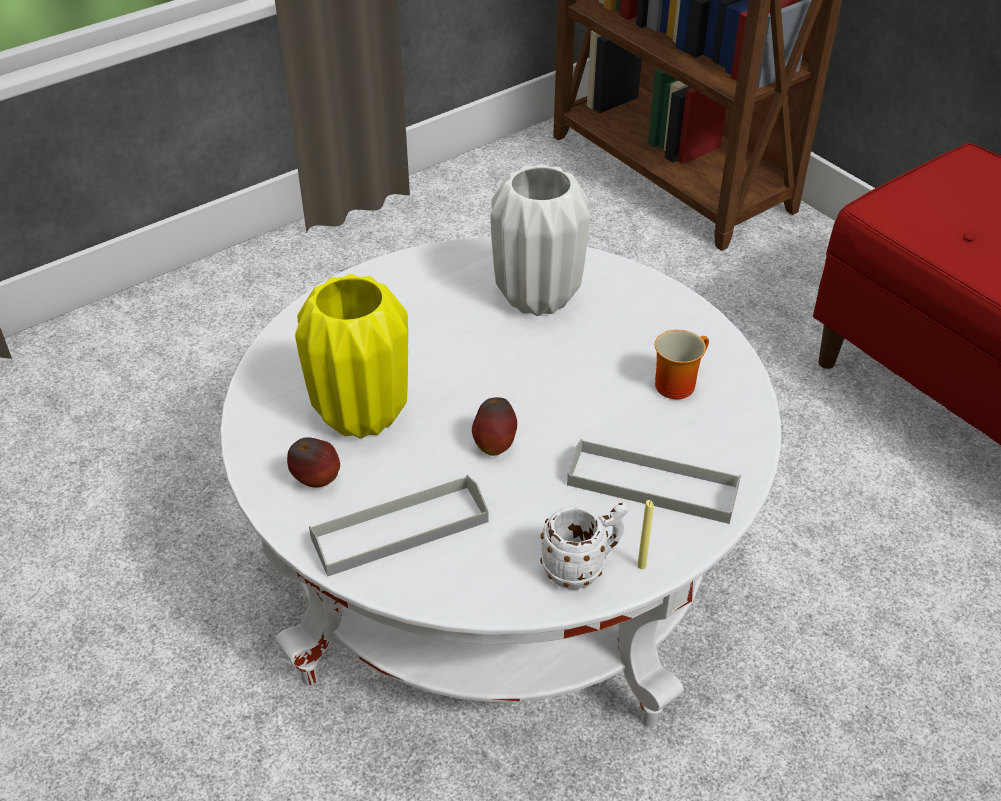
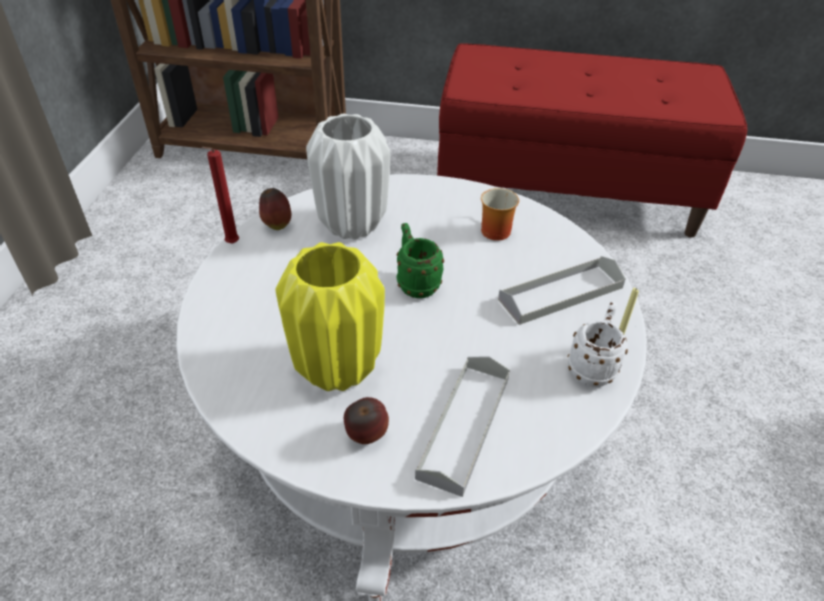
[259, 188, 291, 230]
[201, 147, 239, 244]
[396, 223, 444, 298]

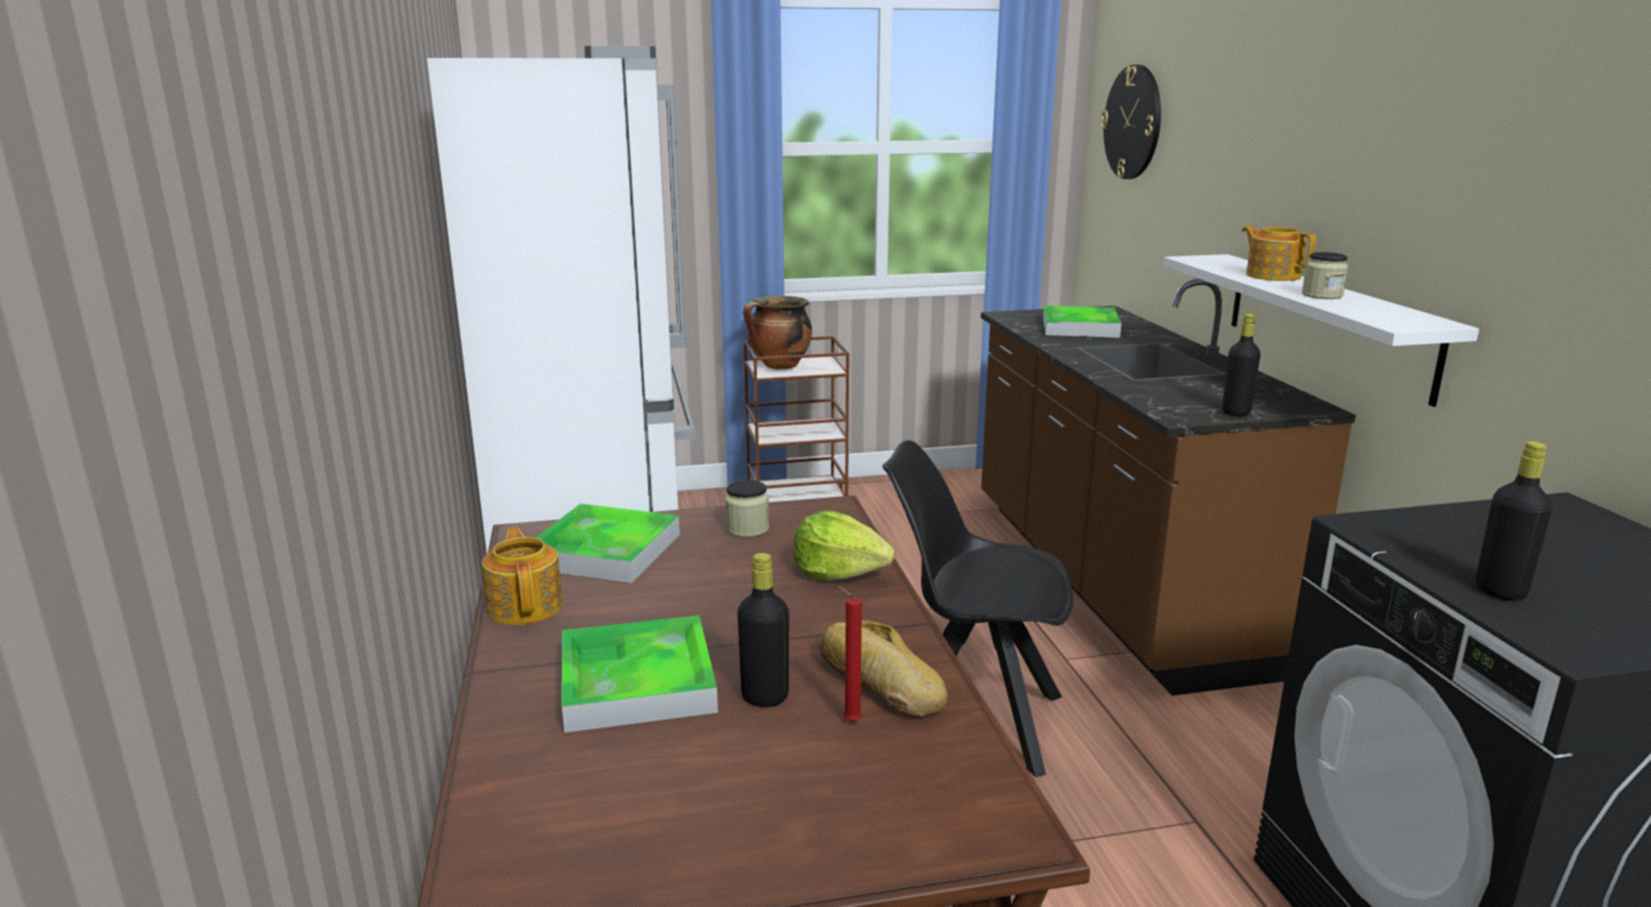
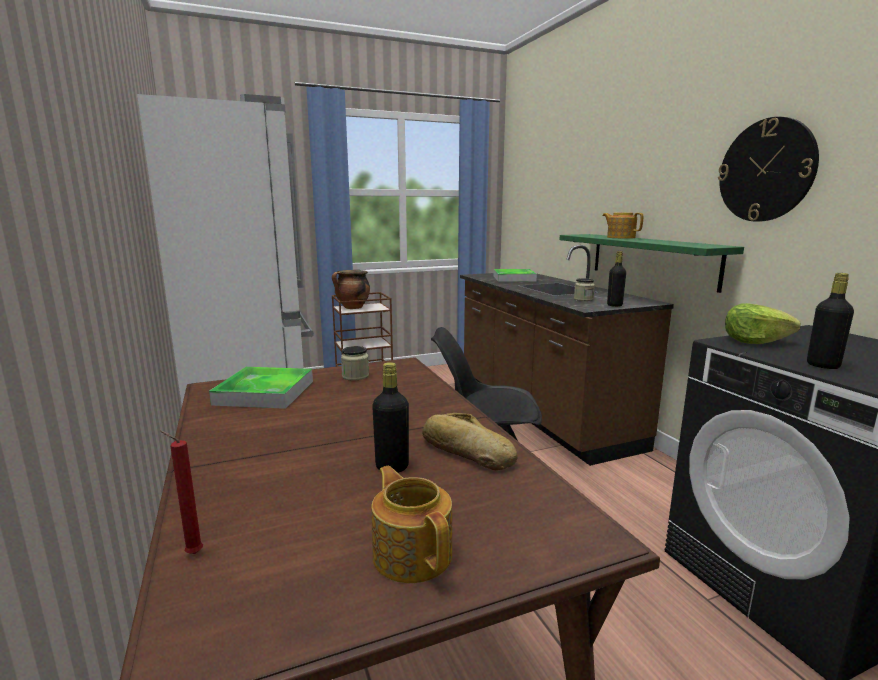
[718, 117, 819, 222]
[574, 278, 595, 301]
[559, 234, 744, 293]
[725, 303, 801, 344]
[371, 466, 452, 583]
[160, 431, 203, 554]
[562, 615, 718, 733] (first image)

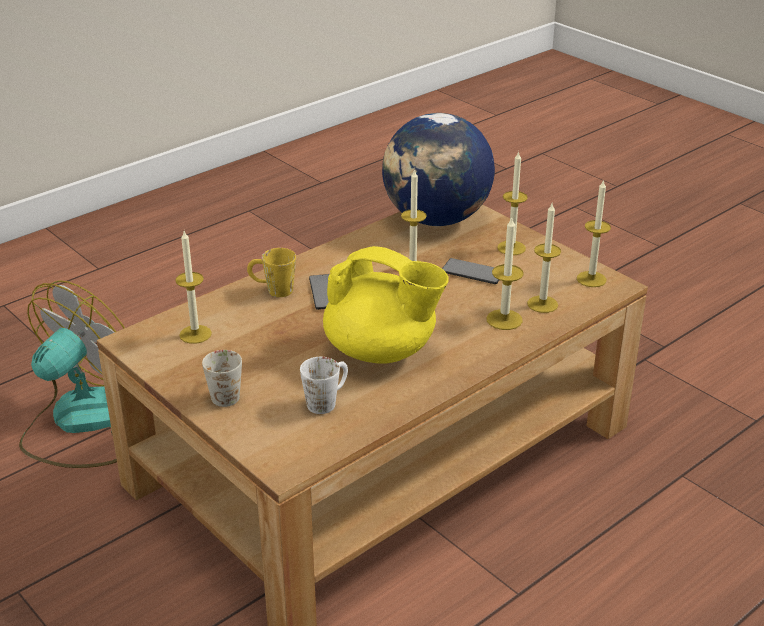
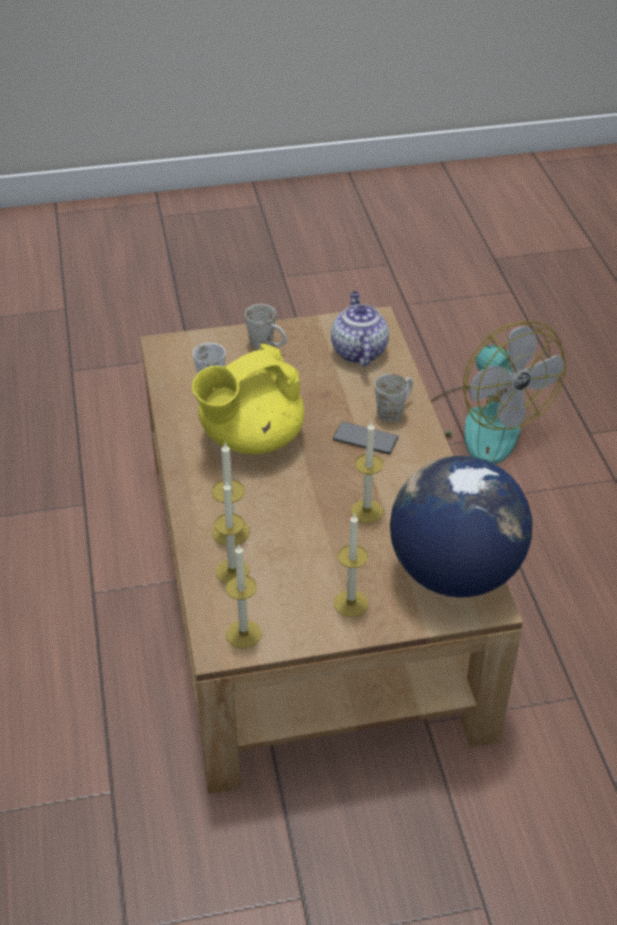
[331, 291, 389, 366]
[375, 373, 413, 422]
[442, 258, 499, 284] (first image)

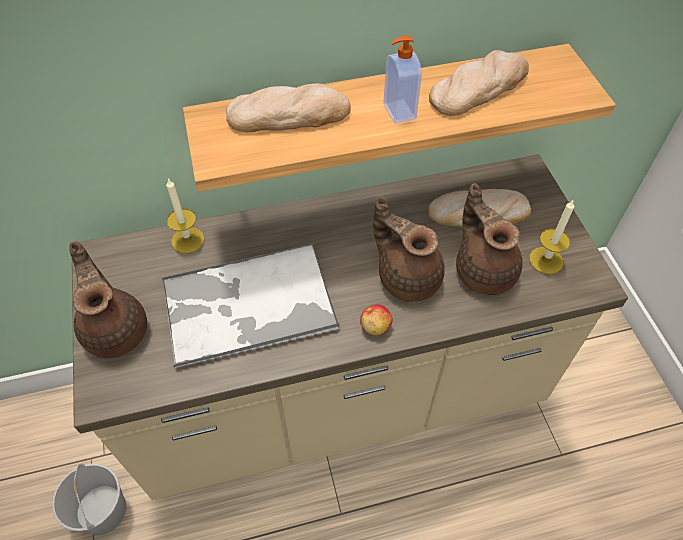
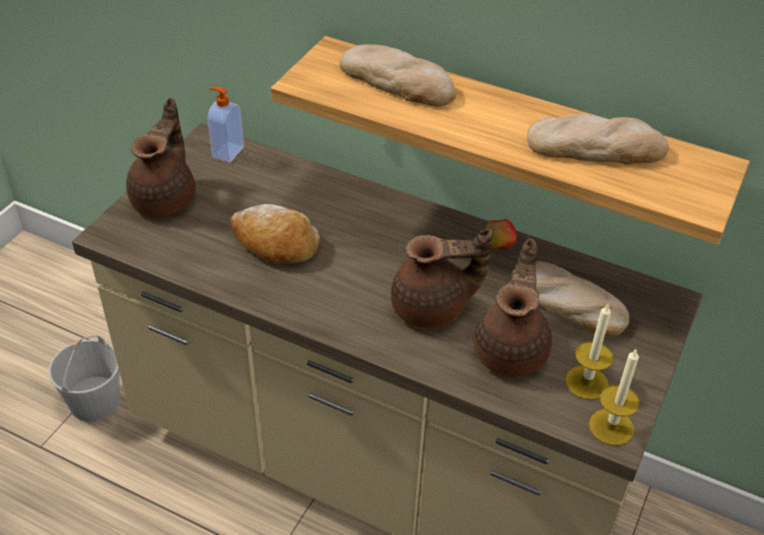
[207, 87, 244, 163]
[589, 348, 640, 446]
[391, 229, 493, 328]
[231, 204, 321, 263]
[485, 219, 517, 249]

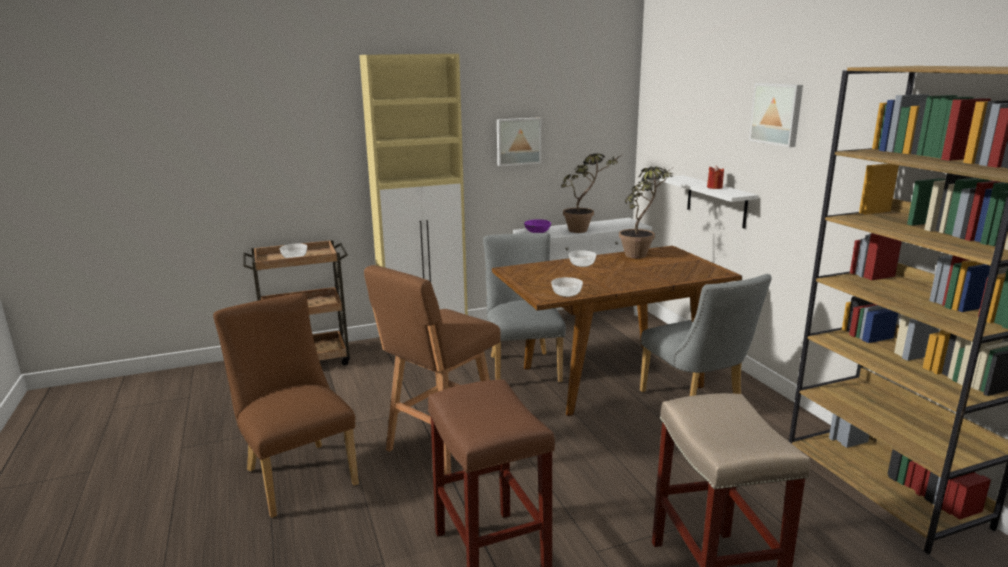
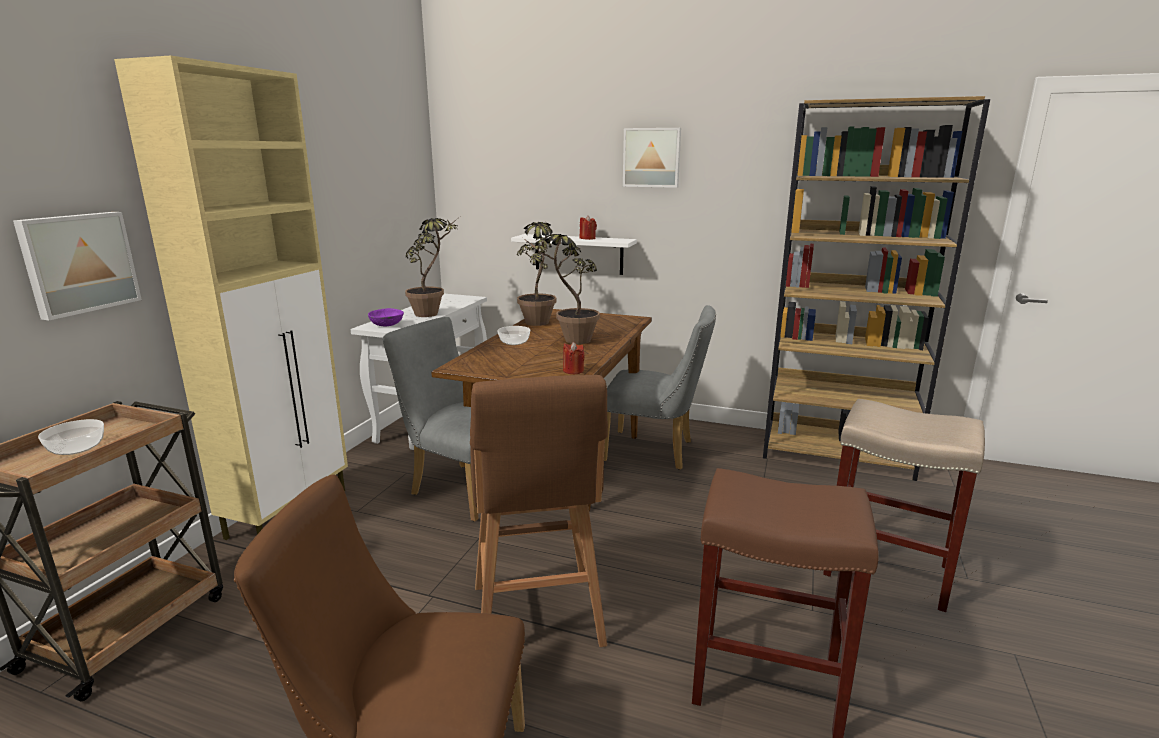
[13, 212, 142, 320]
[563, 342, 585, 374]
[523, 234, 600, 344]

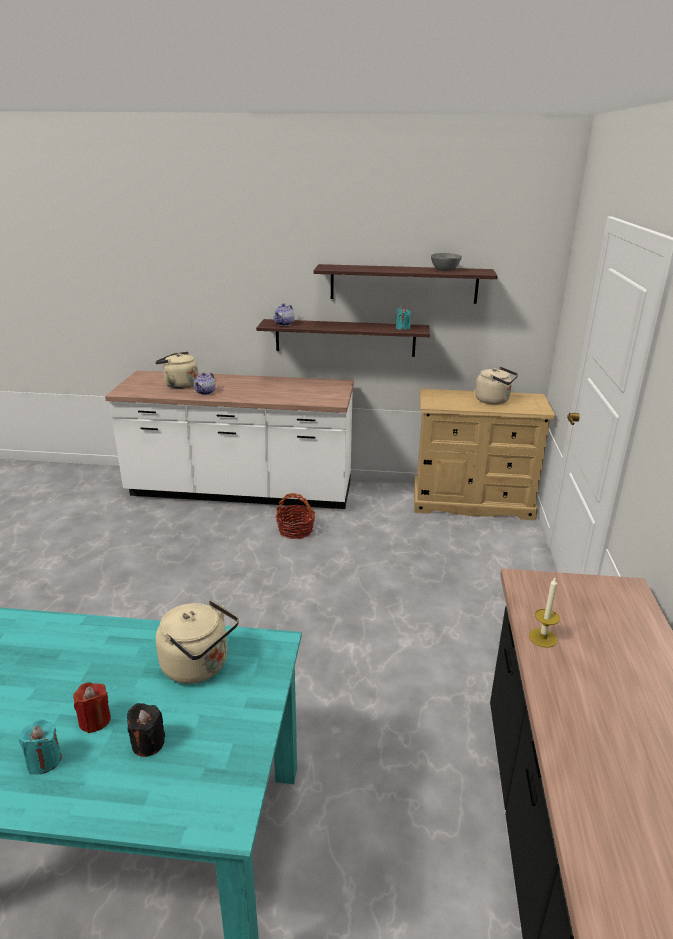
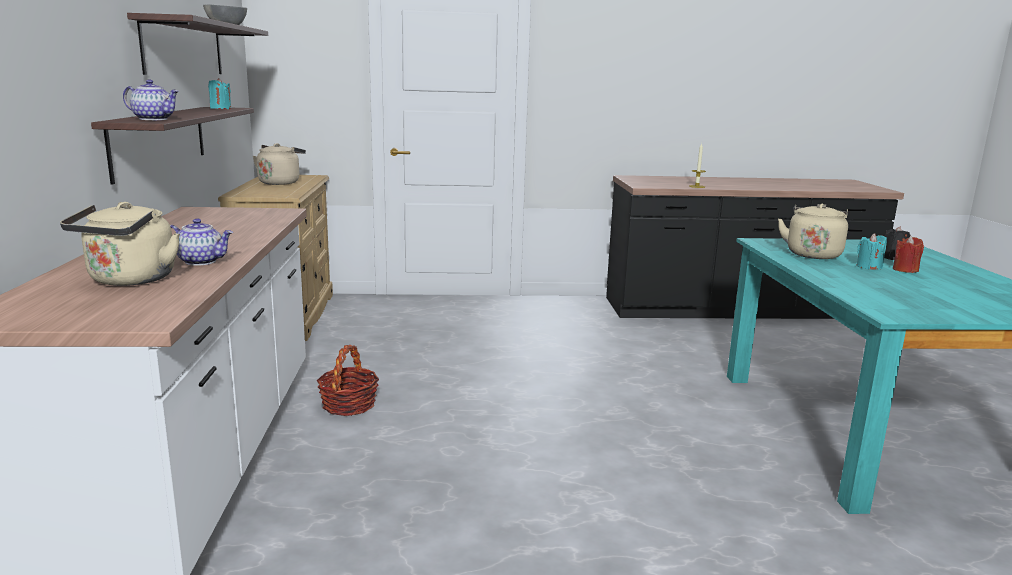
[857, 233, 887, 270]

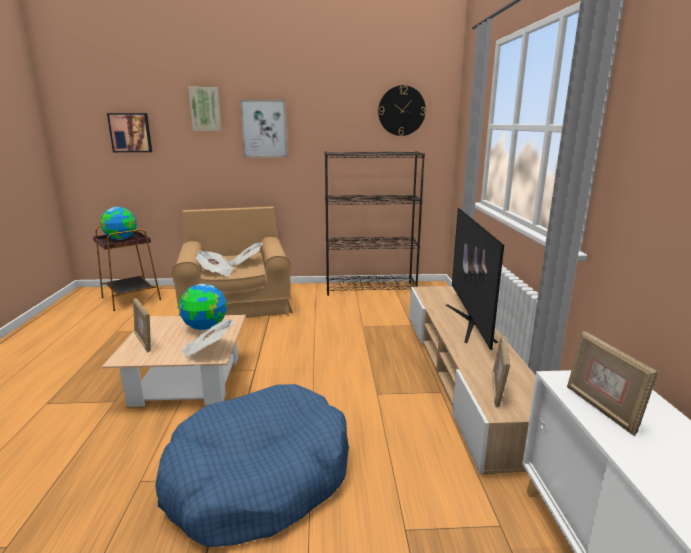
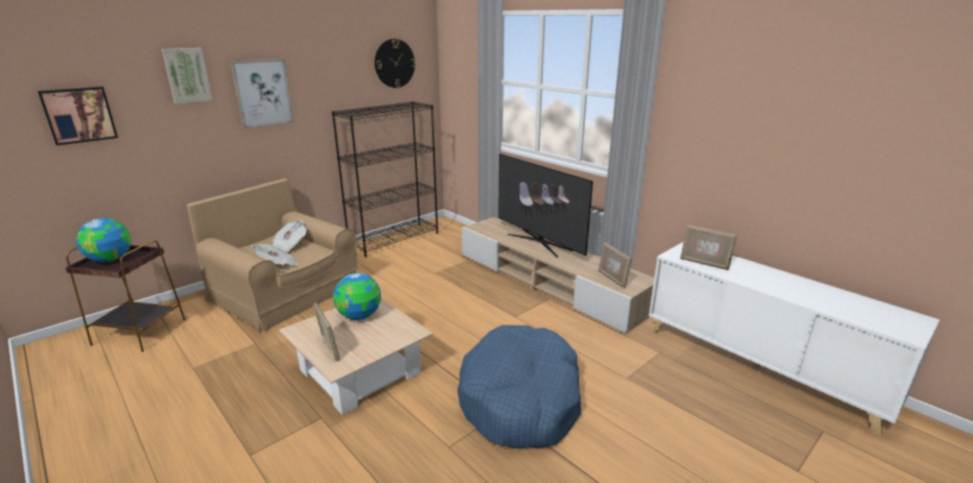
[313, 302, 340, 362]
[182, 319, 233, 358] (first image)

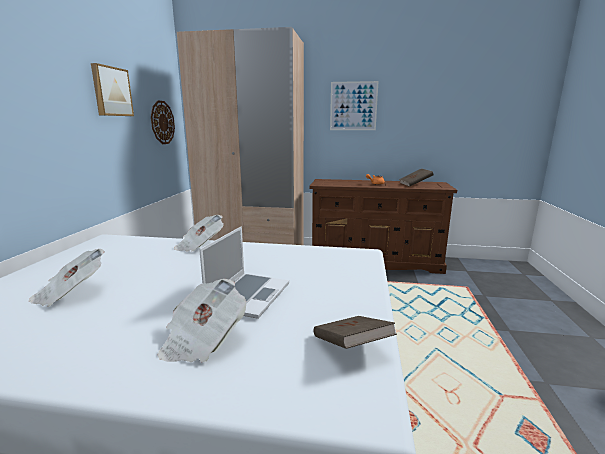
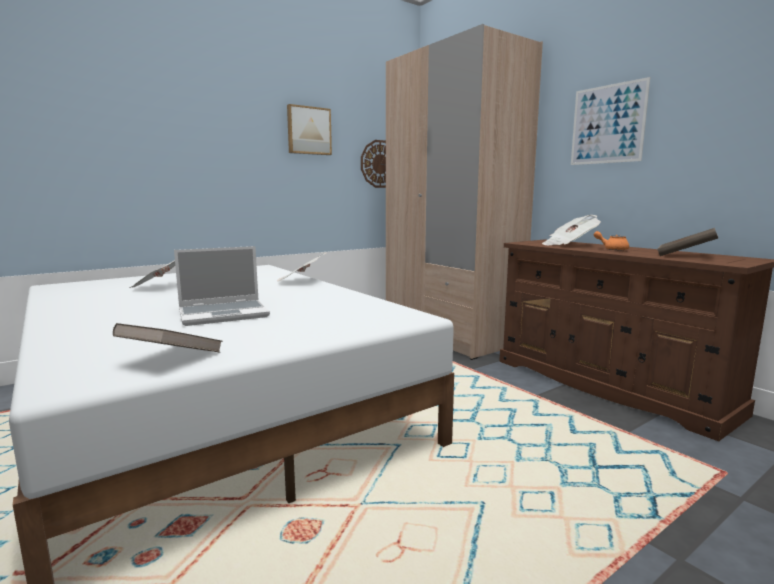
[542, 215, 601, 245]

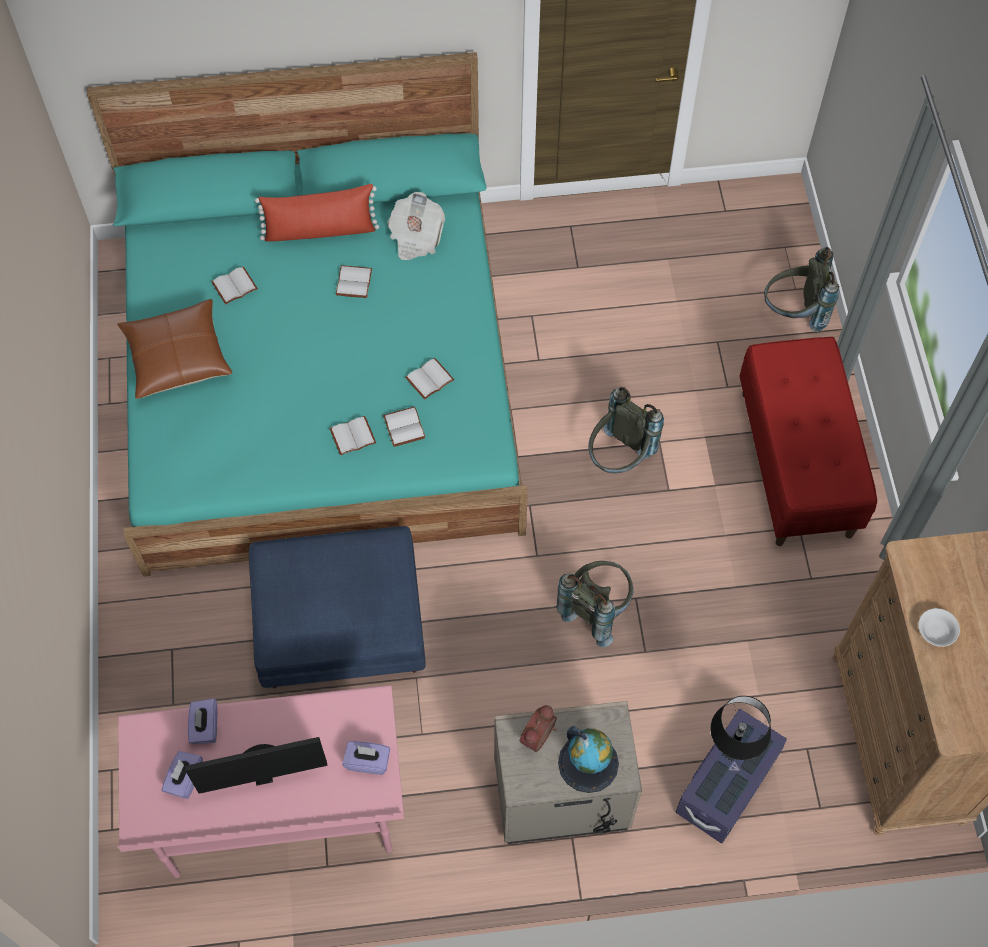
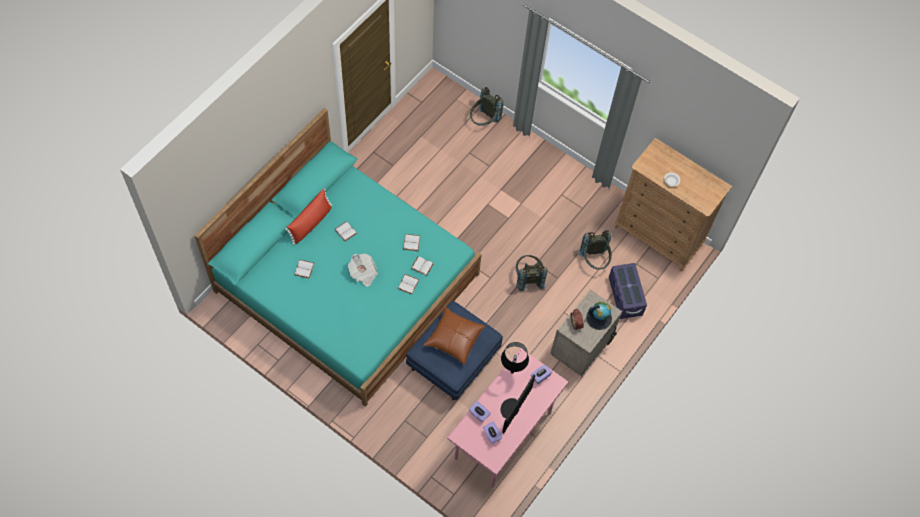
[348, 254, 378, 287]
[424, 307, 485, 364]
[739, 337, 877, 546] (first image)
[578, 230, 612, 269]
[501, 342, 529, 374]

